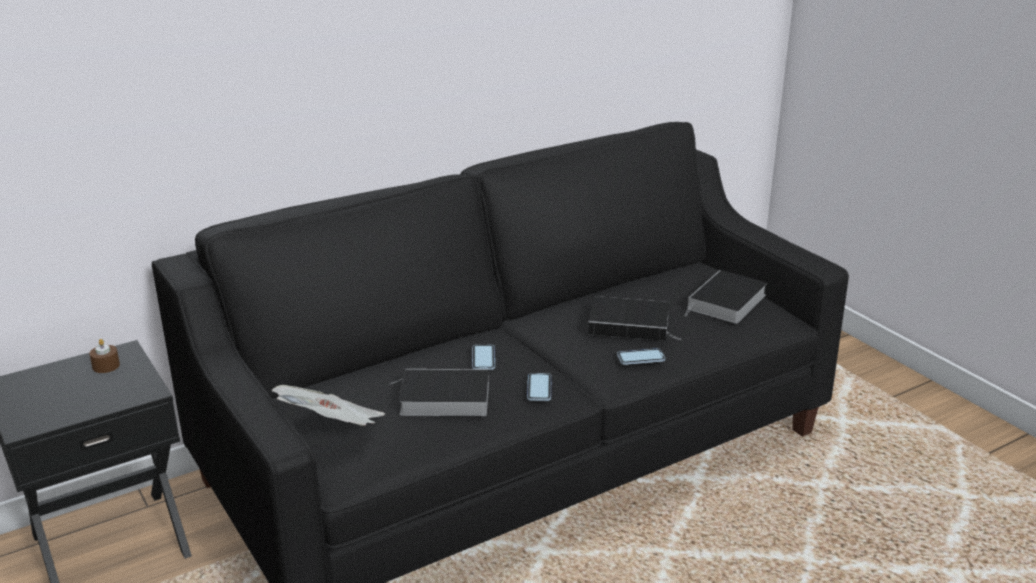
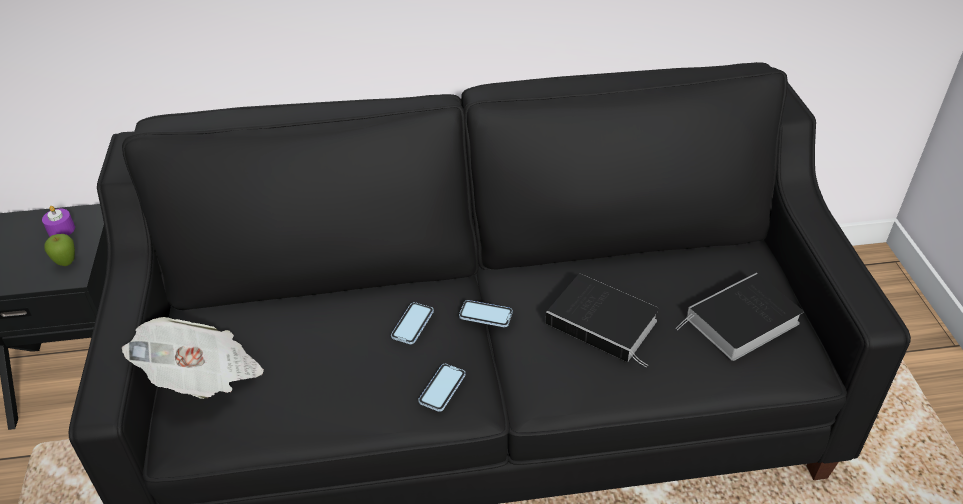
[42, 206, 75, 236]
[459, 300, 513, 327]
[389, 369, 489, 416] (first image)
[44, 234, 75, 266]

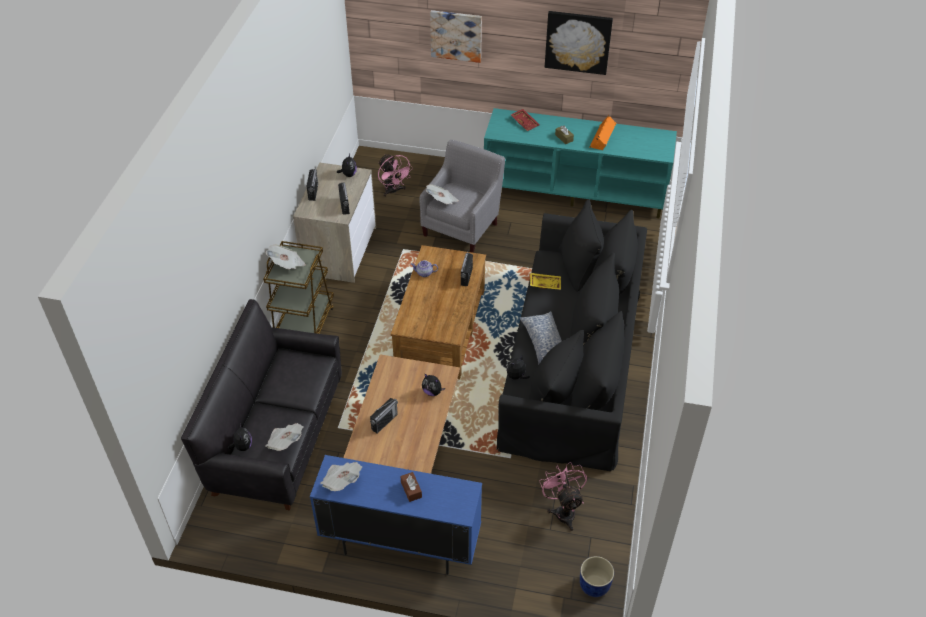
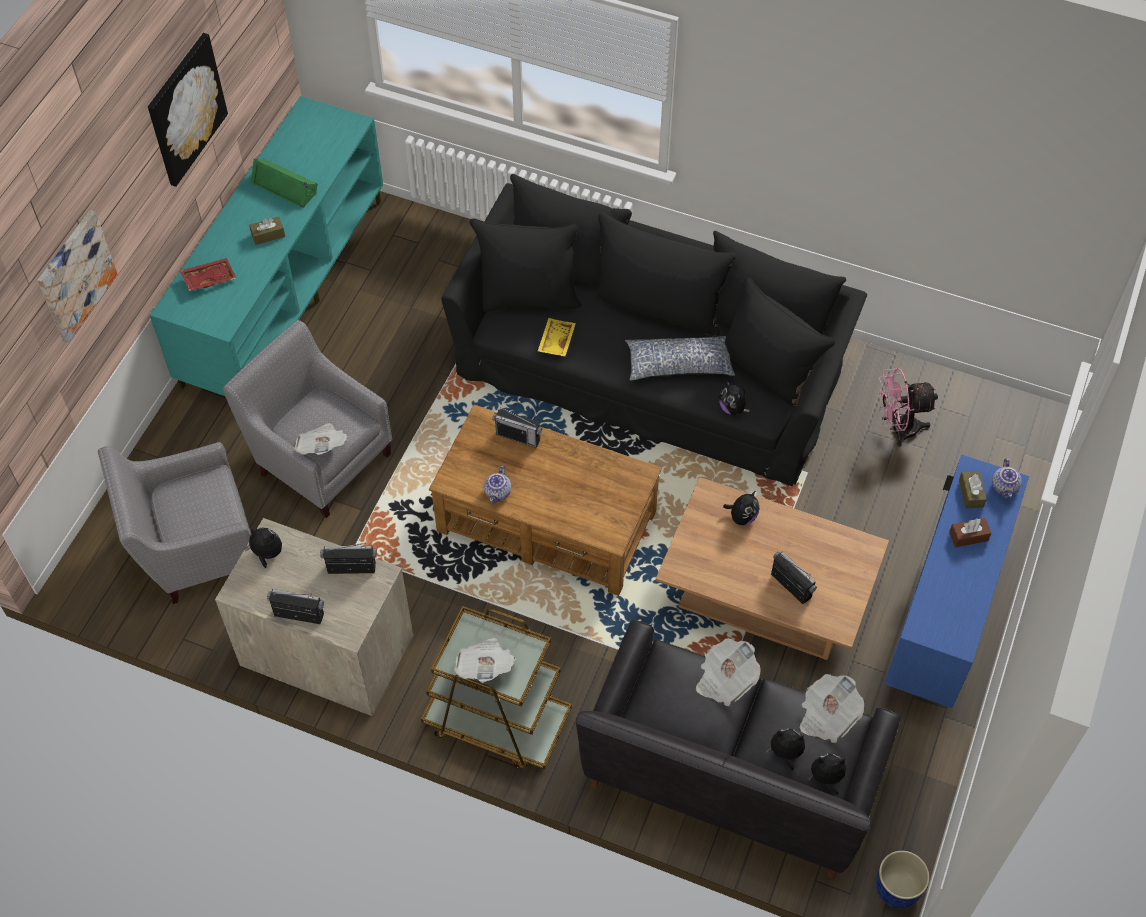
[250, 158, 318, 208]
[98, 442, 251, 604]
[696, 638, 761, 706]
[876, 851, 930, 909]
[992, 458, 1022, 499]
[959, 471, 987, 509]
[766, 728, 805, 771]

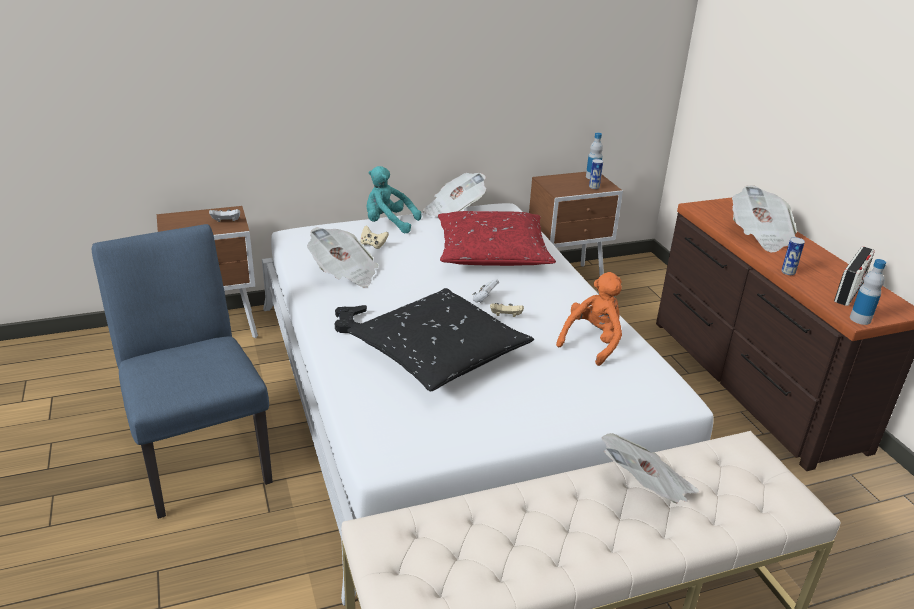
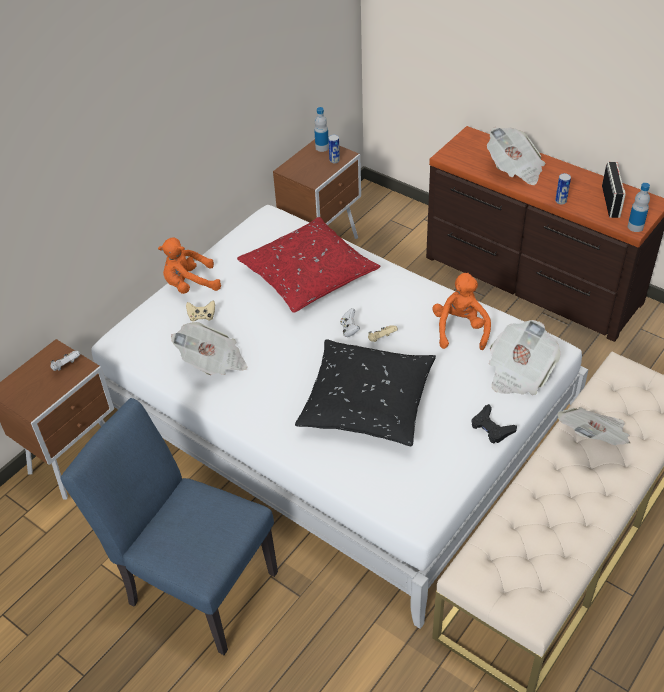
[158, 238, 221, 294]
[489, 320, 560, 395]
[471, 404, 517, 443]

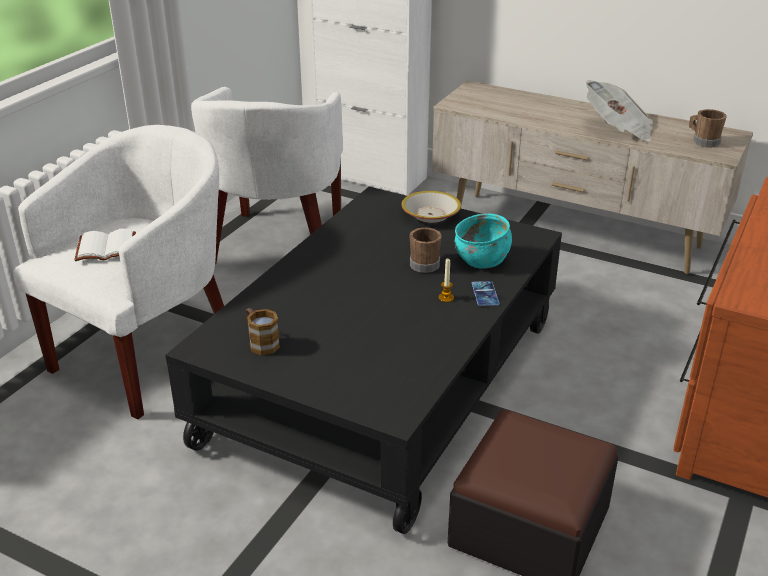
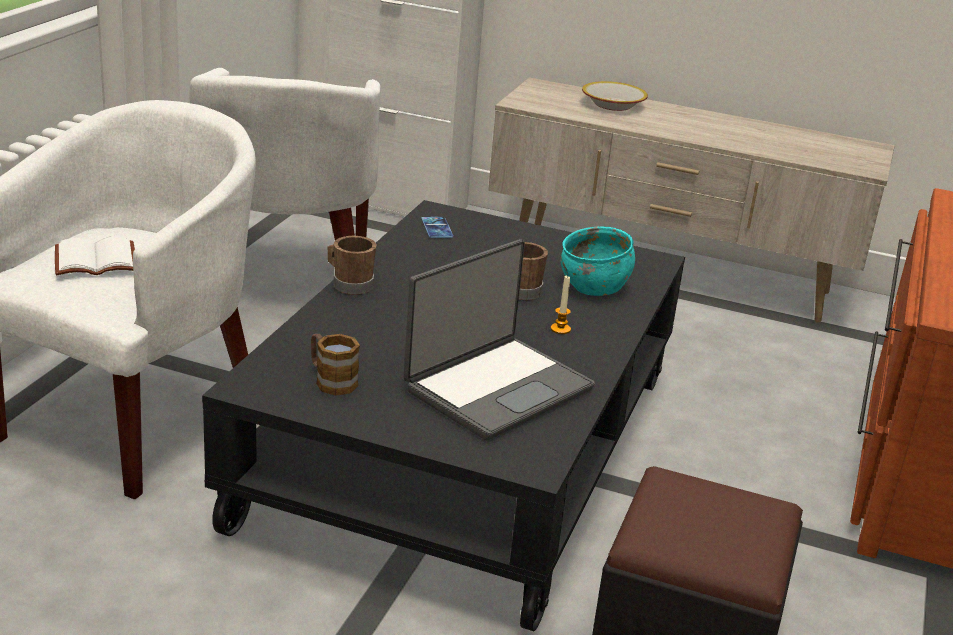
[586, 80, 653, 142] (first image)
[328, 236, 377, 295]
[582, 81, 648, 111]
[421, 217, 453, 238]
[404, 239, 595, 441]

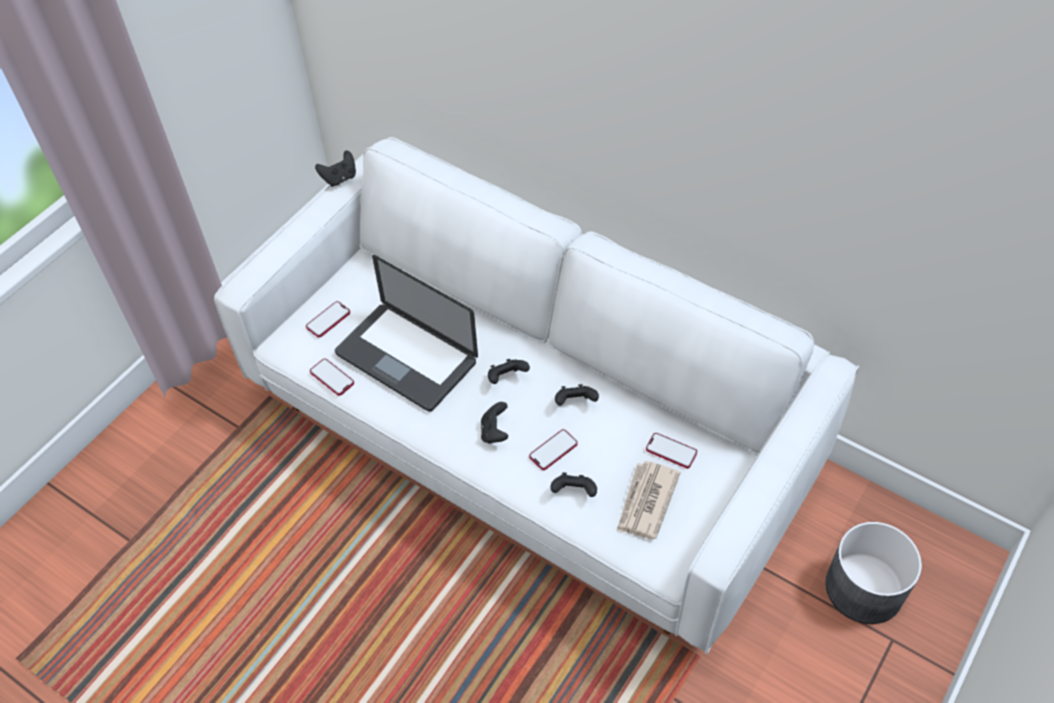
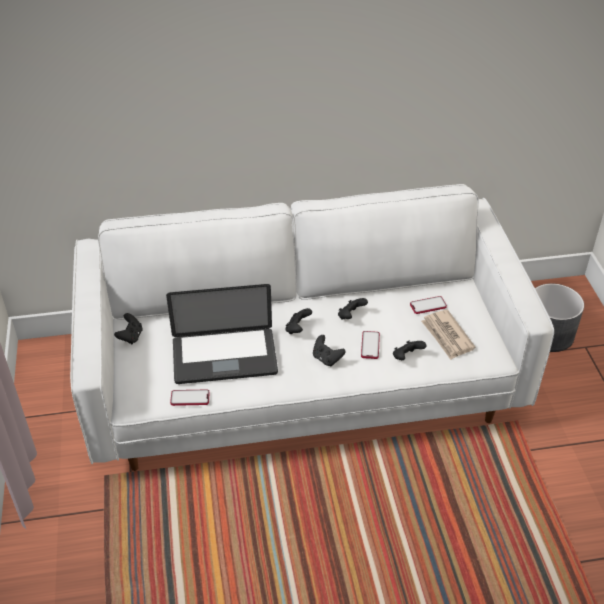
[114, 313, 143, 344]
[306, 301, 350, 337] (first image)

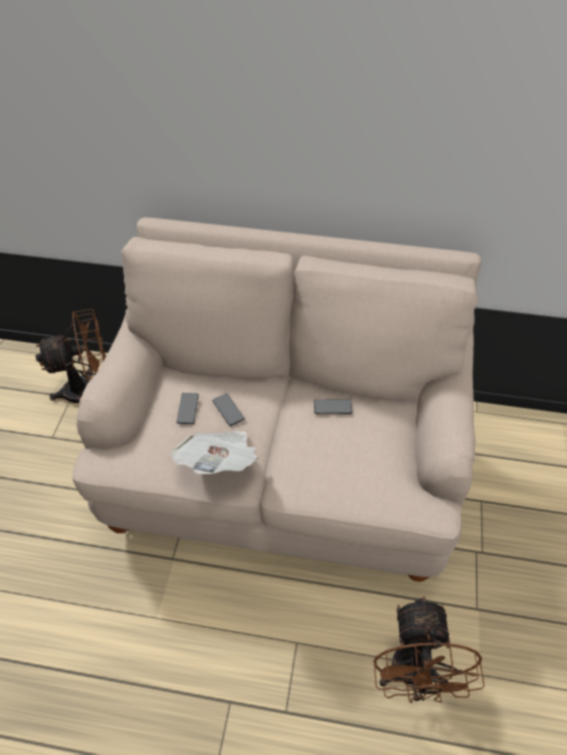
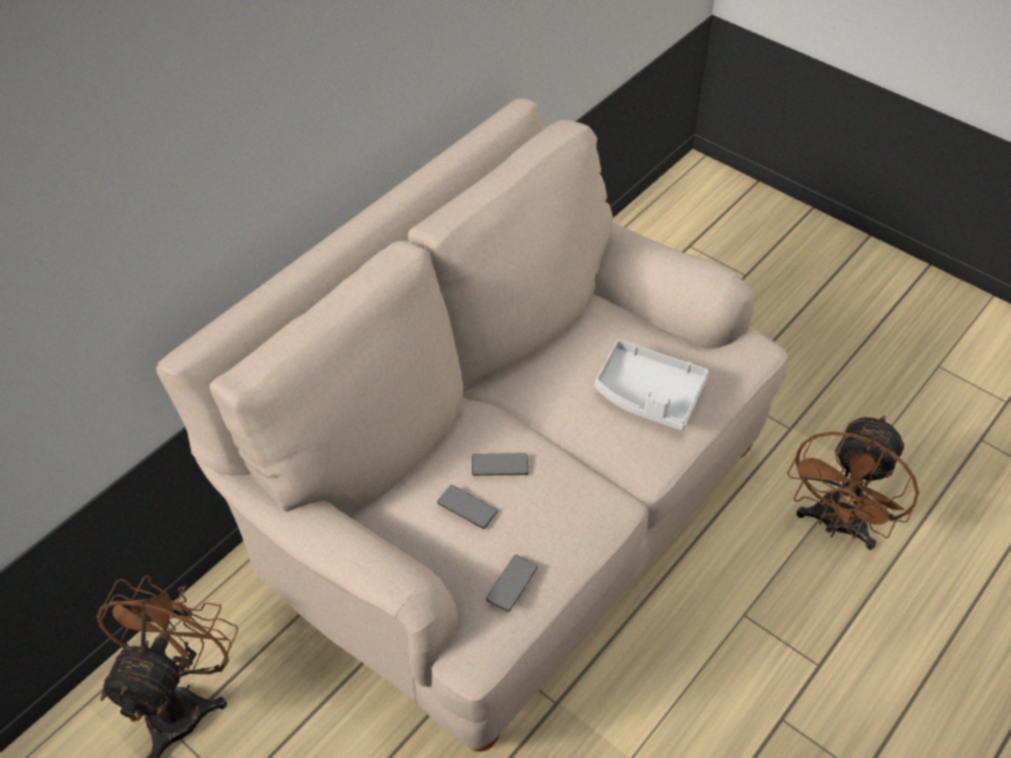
[486, 555, 538, 612]
[171, 431, 258, 474] (first image)
[787, 415, 919, 550]
[595, 340, 709, 431]

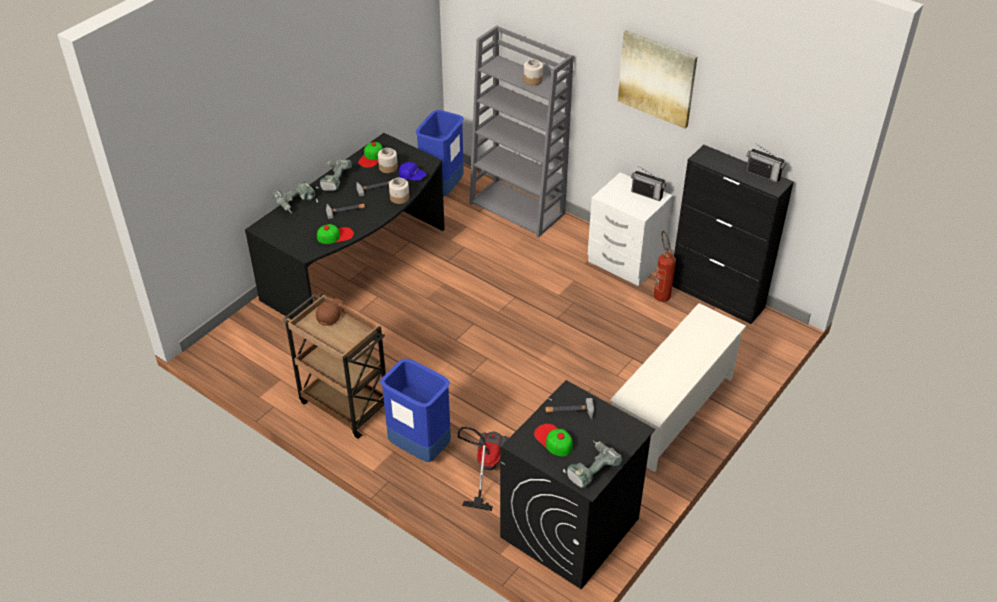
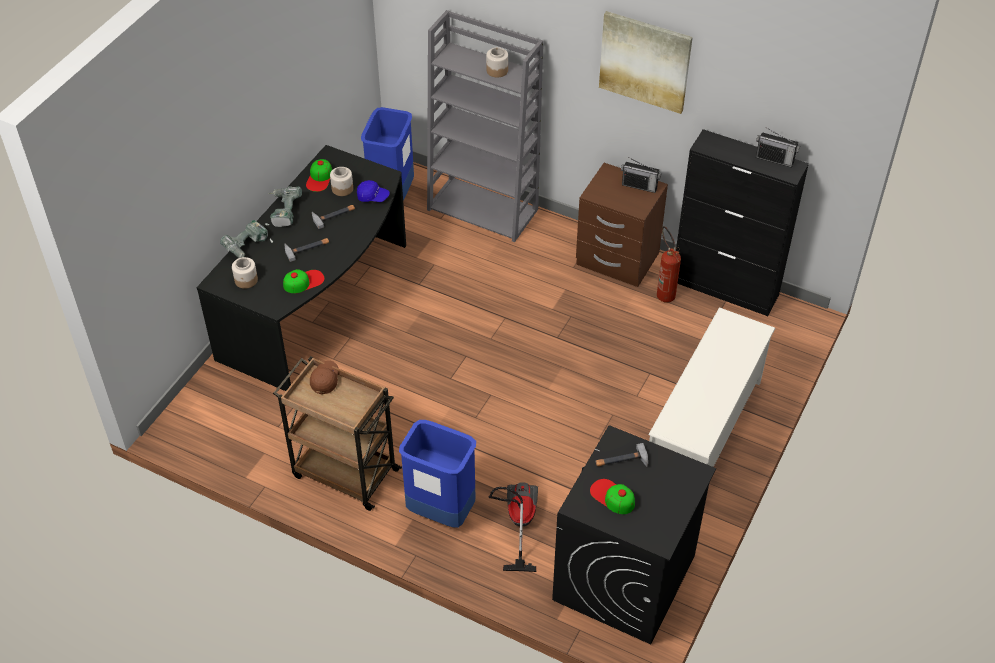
[576, 163, 668, 287]
[232, 257, 258, 289]
[563, 441, 622, 488] (first image)

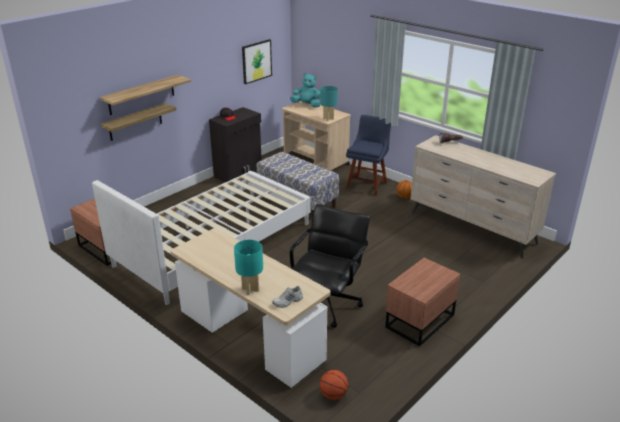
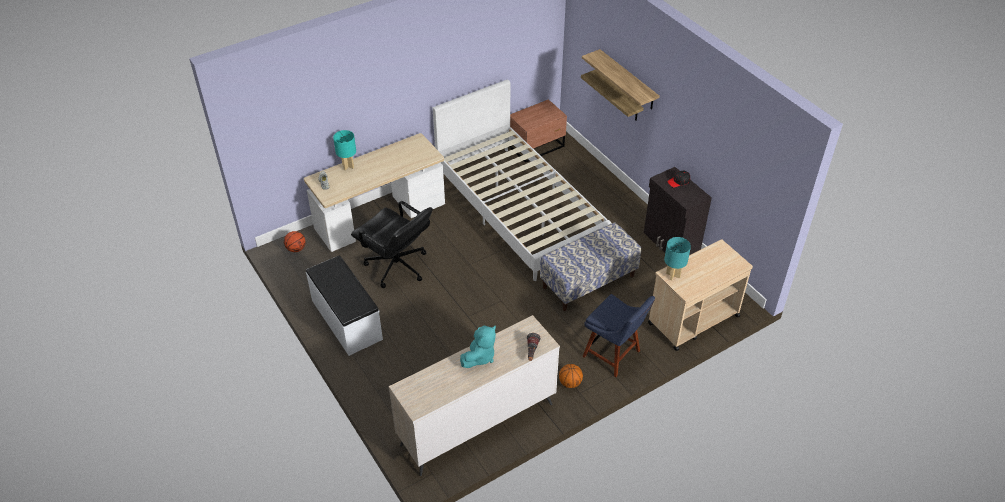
[242, 39, 272, 84] (first image)
[460, 326, 496, 368]
[306, 255, 383, 356]

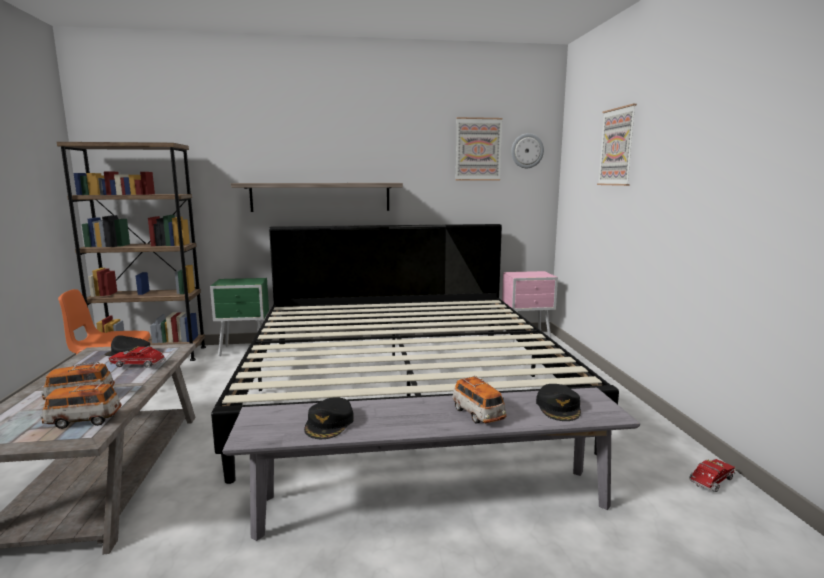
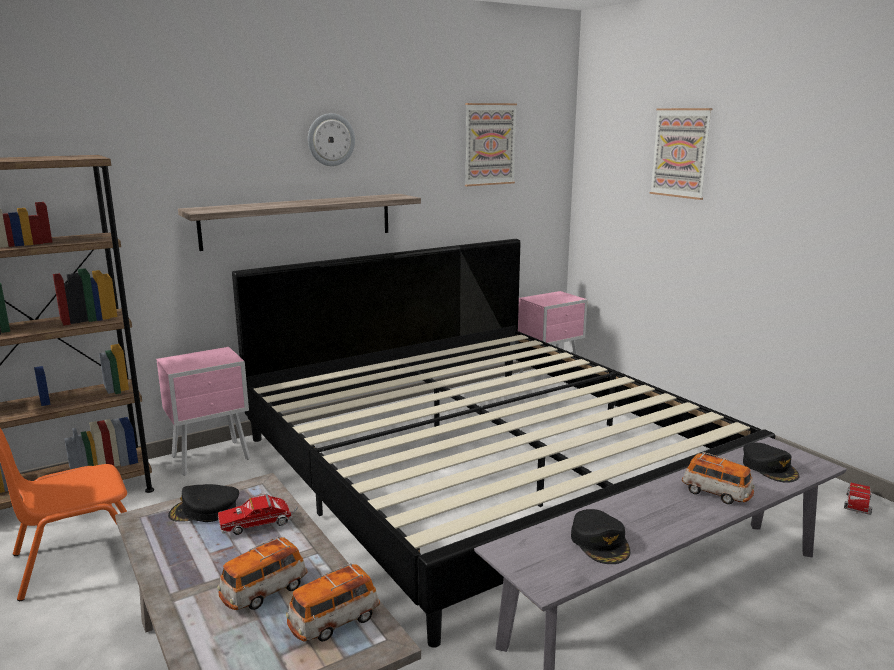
[308, 113, 355, 166]
[156, 347, 250, 476]

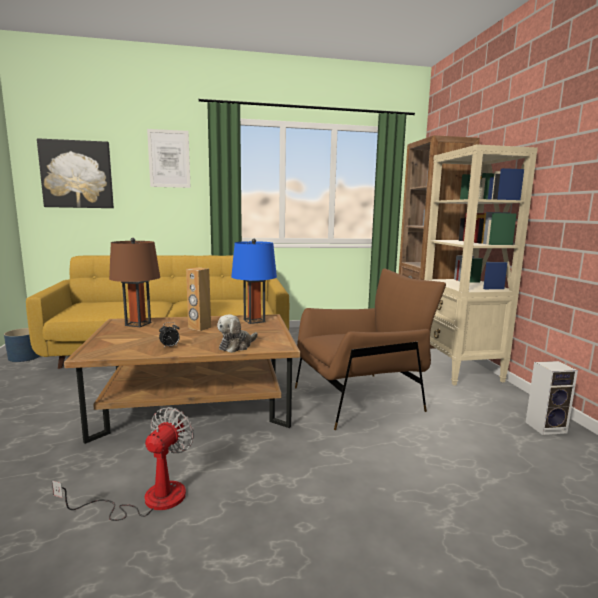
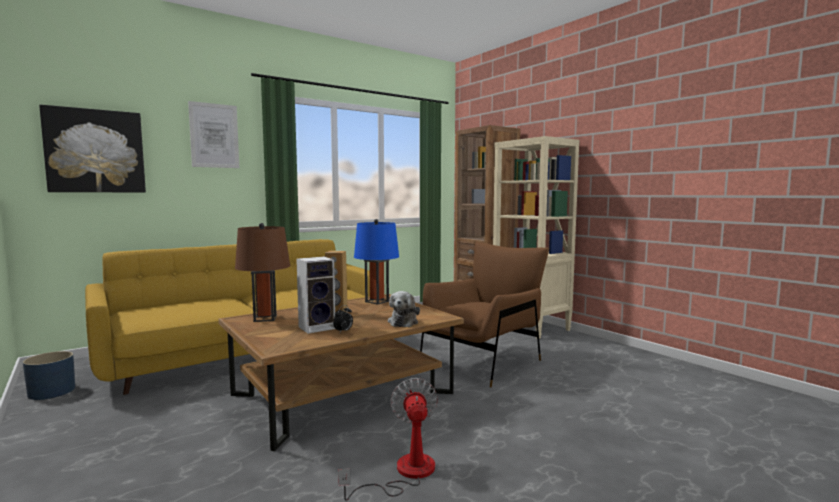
[296, 256, 335, 334]

